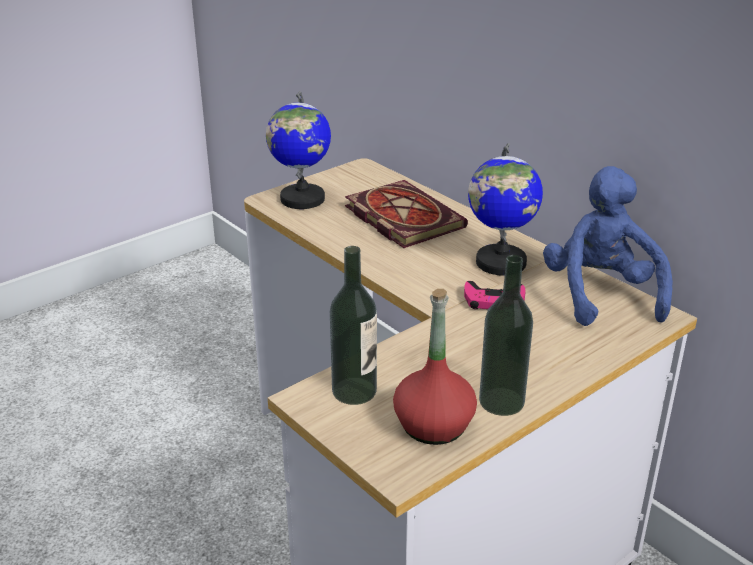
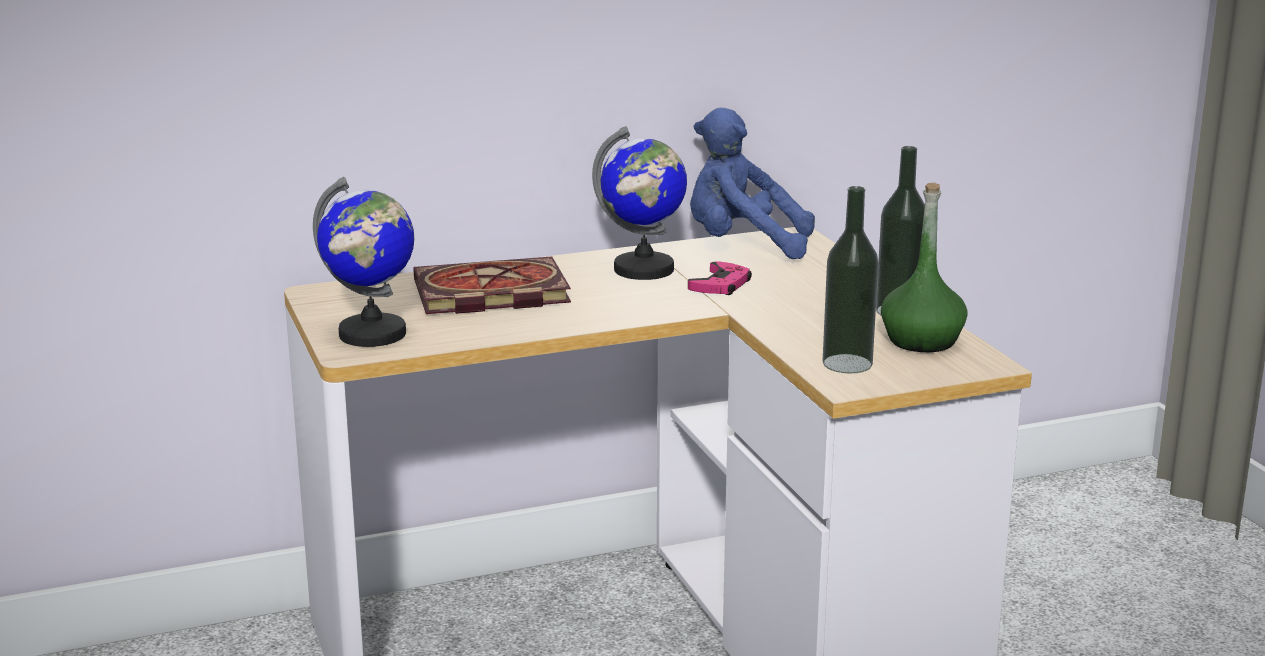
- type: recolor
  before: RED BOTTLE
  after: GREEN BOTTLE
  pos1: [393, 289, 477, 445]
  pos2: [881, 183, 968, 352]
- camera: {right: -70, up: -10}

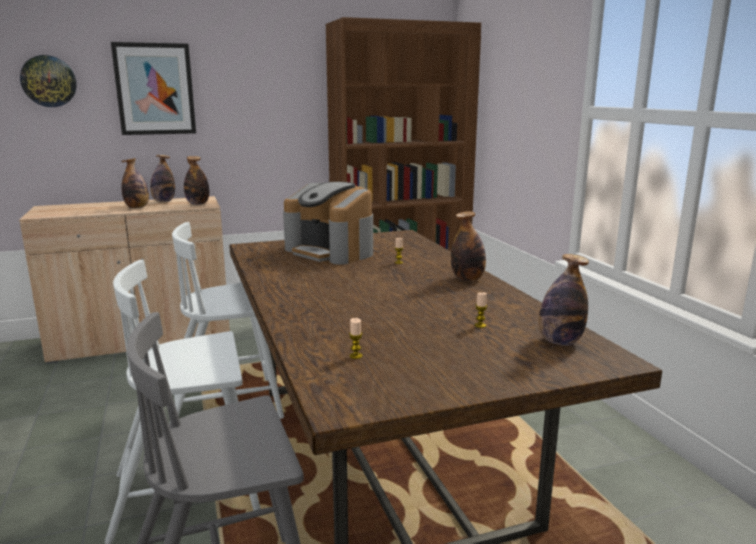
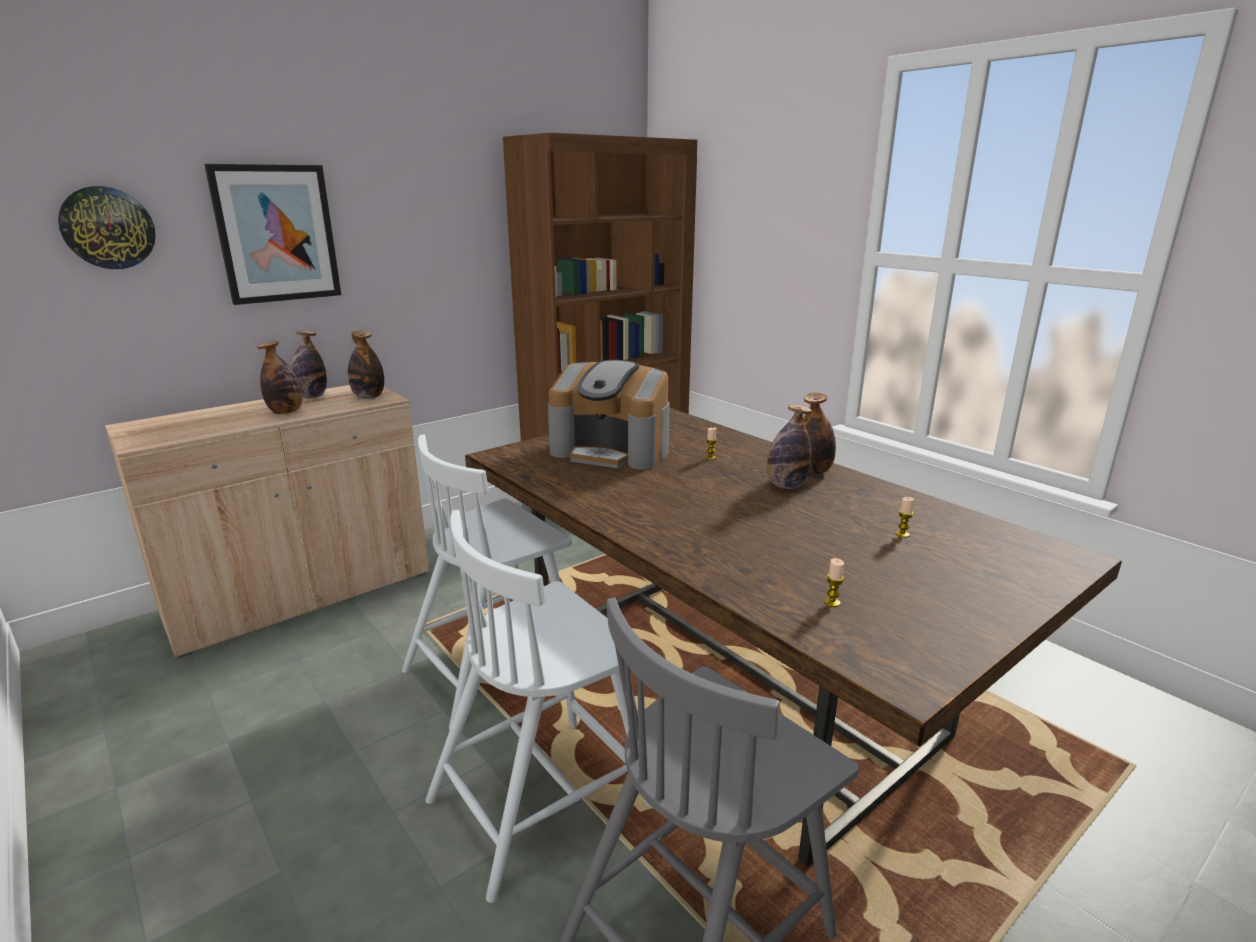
- type: move
  before: BOTTLE
  pos1: [539, 254, 589, 346]
  pos2: [766, 404, 812, 489]
- camera: {right: -20, up: 5}

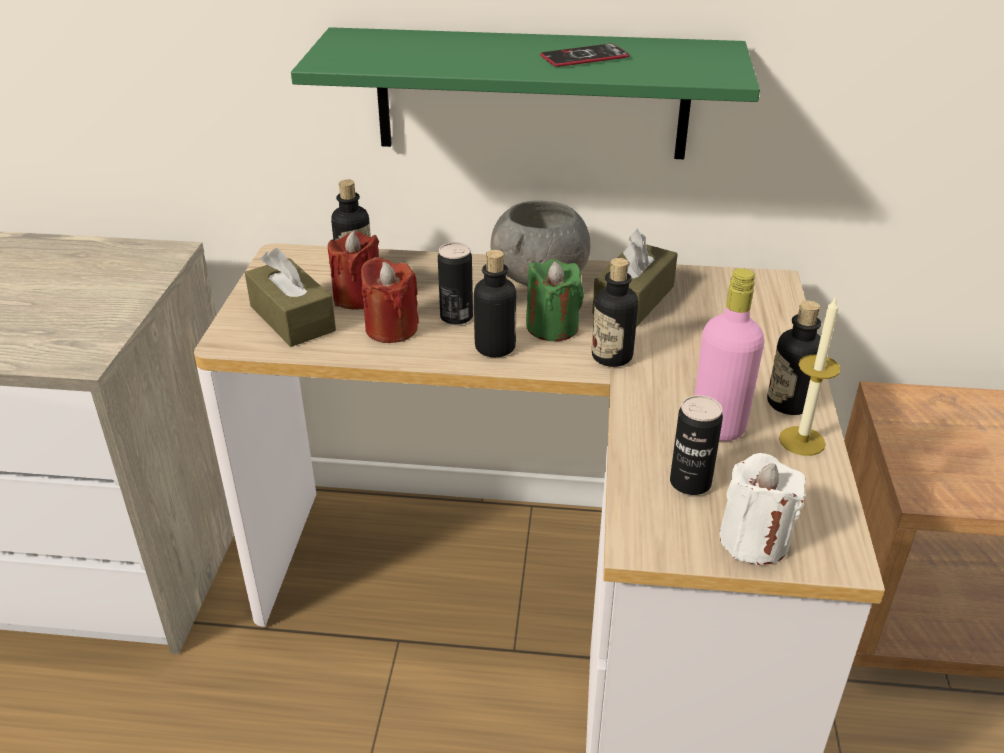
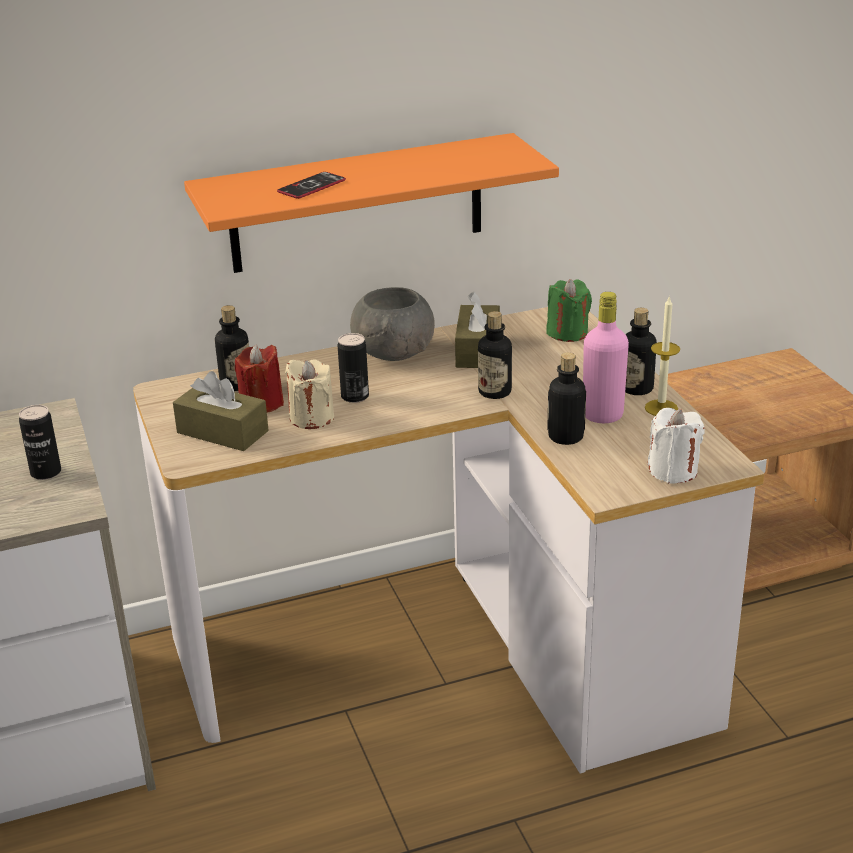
- type: recolor
  before: GREEN SHELF
  after: ORANGE SHELF
  pos1: [291, 27, 760, 159]
  pos2: [184, 133, 559, 273]
- type: recolor
  before: RED CANDLE
  after: BEIGE CANDLE
  pos1: [361, 257, 419, 343]
  pos2: [285, 359, 334, 429]
- type: move
  before: BOTTLE
  pos1: [474, 250, 516, 357]
  pos2: [547, 353, 586, 445]
- type: move
  before: GREEN CANDLE
  pos1: [526, 259, 584, 341]
  pos2: [546, 279, 592, 342]
- type: move
  before: PHONE
  pos1: [540, 44, 630, 67]
  pos2: [277, 172, 346, 199]
- type: move
  before: CAN
  pos1: [670, 395, 723, 495]
  pos2: [19, 405, 61, 480]
- camera: {right: -25, up: -5}

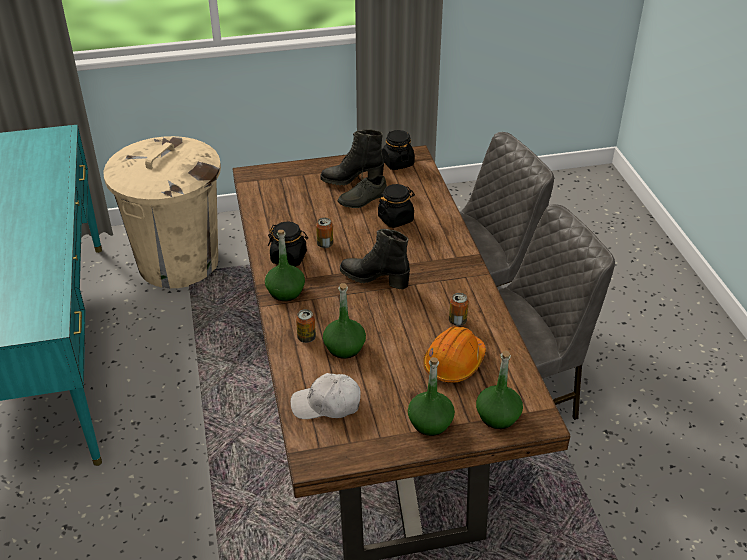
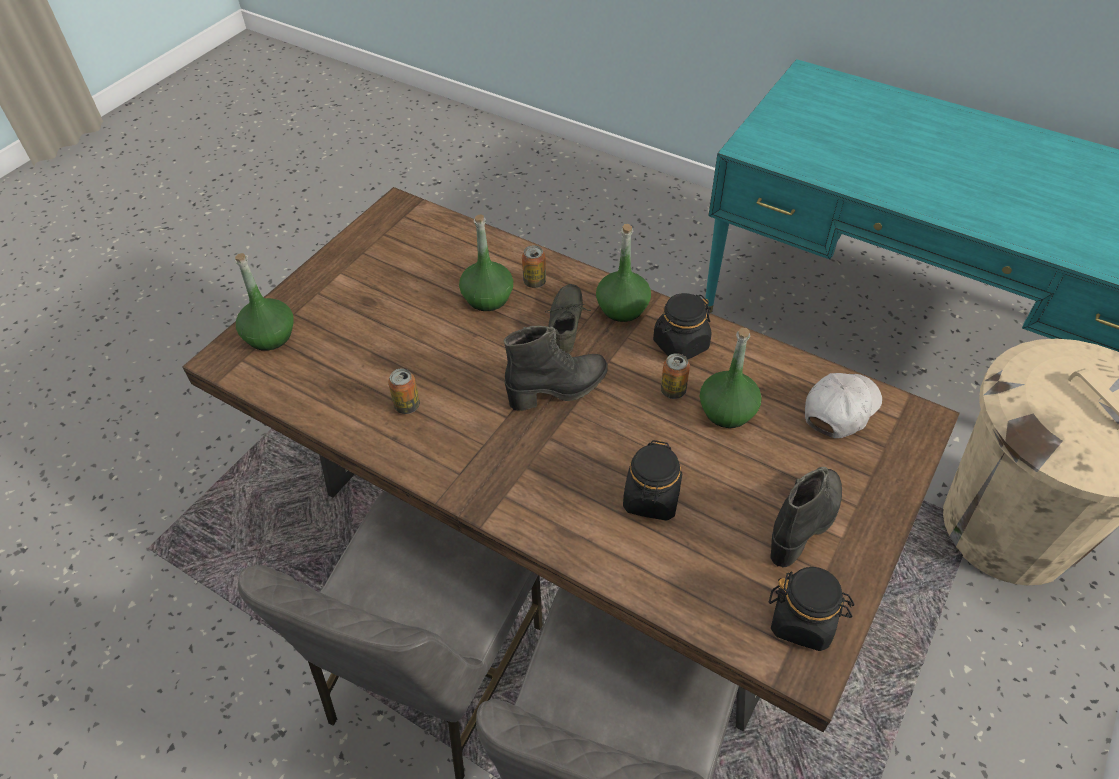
- type: move
  before: WHITE CAP
  pos1: [290, 373, 361, 419]
  pos2: [805, 373, 882, 438]
- type: move
  before: GREY SHOE
  pos1: [337, 170, 387, 208]
  pos2: [545, 284, 591, 353]
- type: move
  before: GREEN BOTTLE
  pos1: [408, 357, 455, 436]
  pos2: [700, 328, 762, 428]
- type: delete
  before: ORANGE HARD HAT
  pos1: [423, 326, 486, 383]
- camera: {right: 135, up: 10}

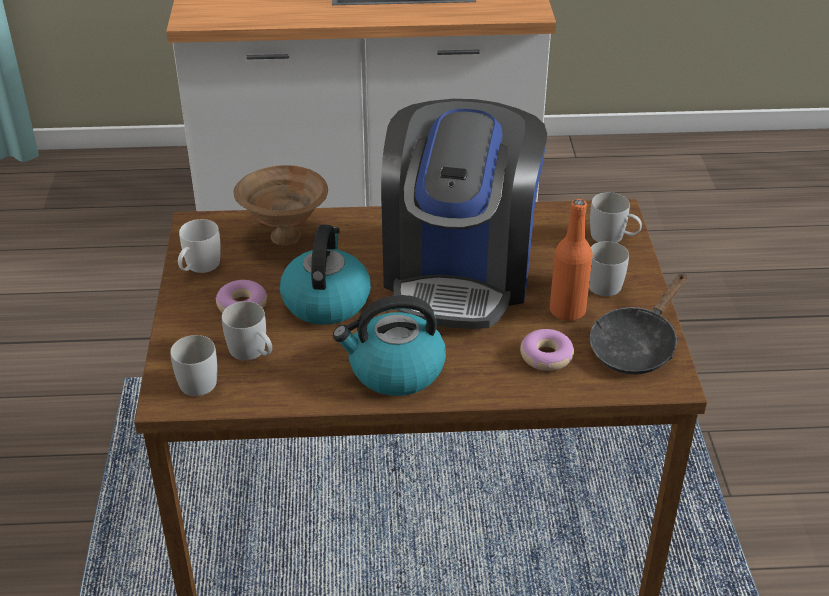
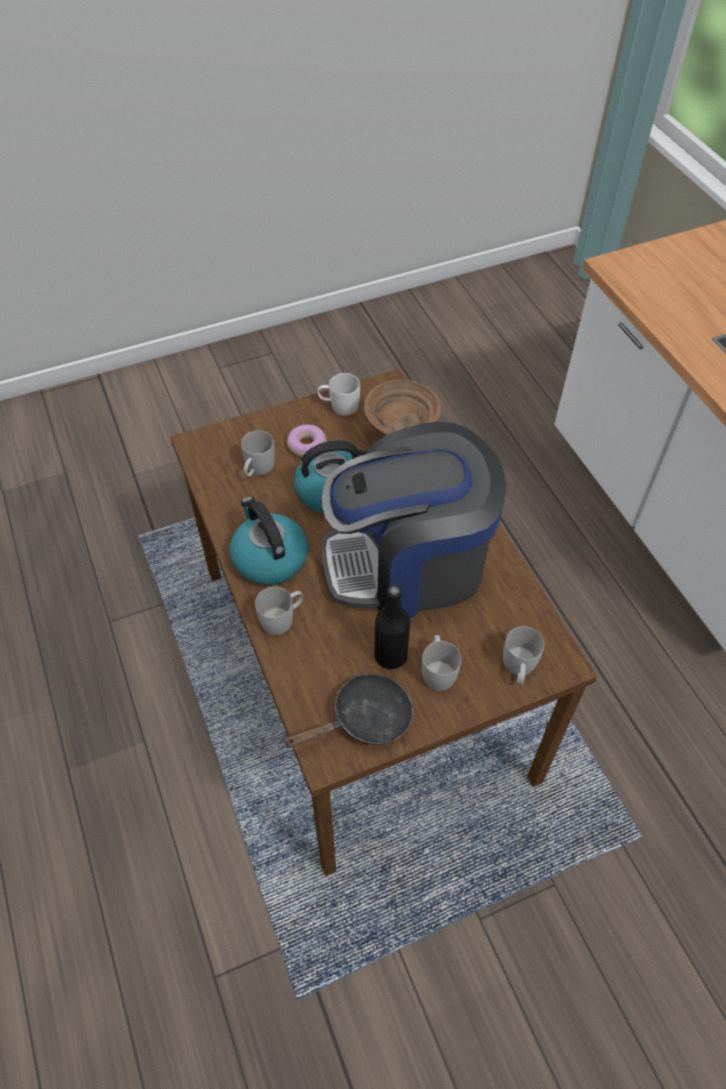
- type: move
  before: WHITE MUG
  pos1: [170, 335, 217, 396]
  pos2: [255, 587, 303, 635]
- type: delete
  before: DONUT
  pos1: [520, 329, 574, 371]
- type: recolor
  before: ORANGE BOTTLE
  after: BLACK BOTTLE
  pos1: [550, 199, 593, 321]
  pos2: [374, 585, 410, 669]
- type: rotate
  before: BLACK FRYING PAN
  pos1: [590, 273, 687, 375]
  pos2: [283, 674, 413, 748]
  turn: 135
- camera: {right: 70, up: 15}

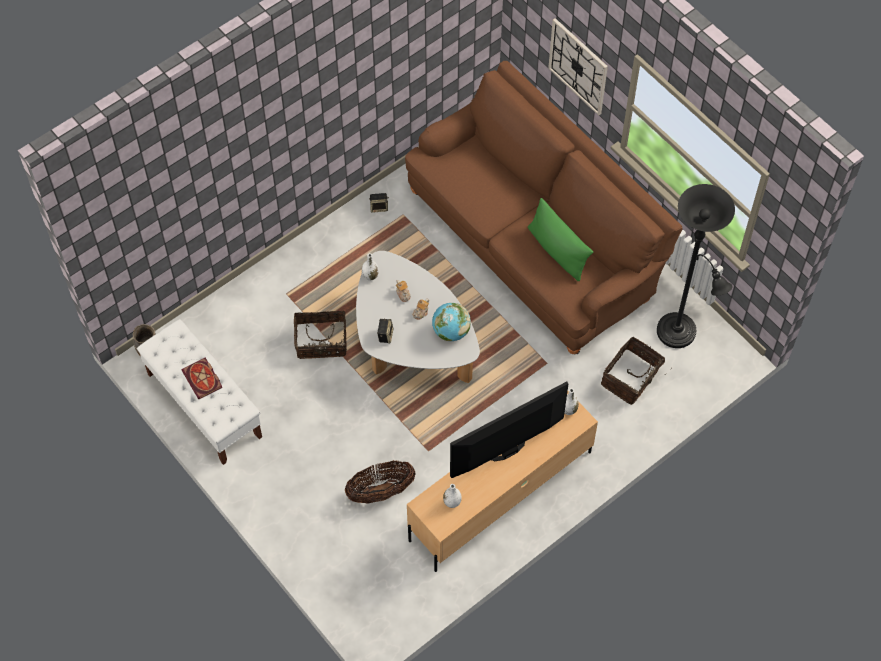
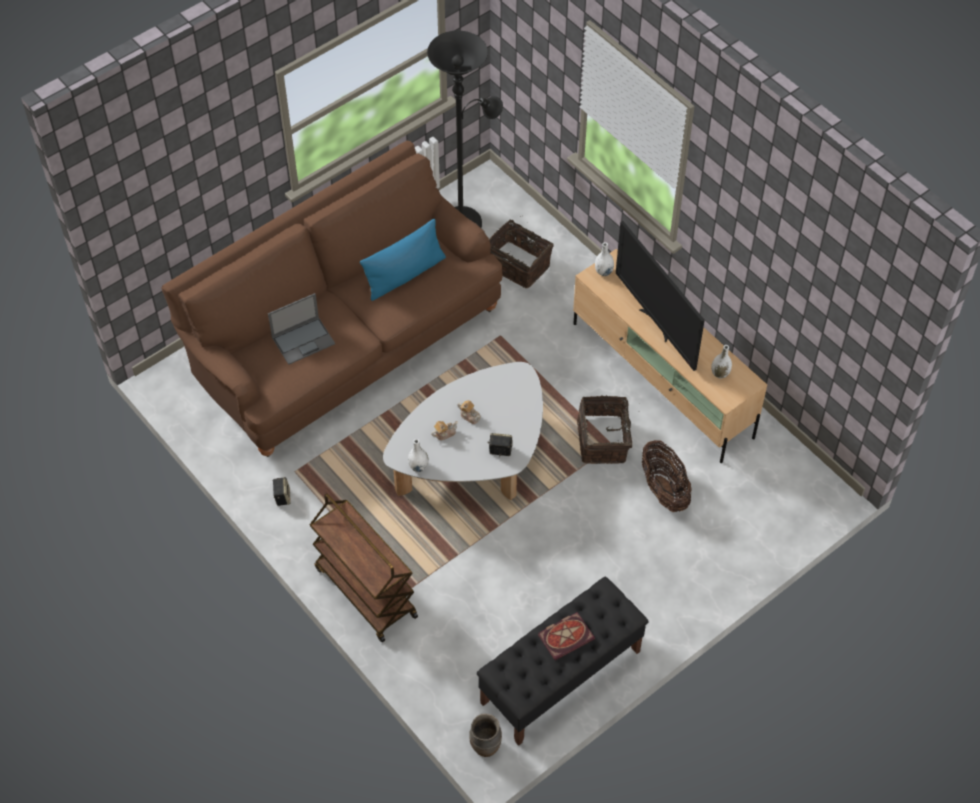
- type: recolor
  before: WHITE BENCH
  after: BLACK BENCH
  pos1: [137, 319, 262, 465]
  pos2: [476, 576, 649, 746]
- type: move
  before: BASKET
  pos1: [294, 311, 346, 359]
  pos2: [577, 395, 632, 464]
- type: delete
  before: GLOBE
  pos1: [432, 303, 471, 341]
- type: recolor
  before: GREEN PILLOW
  after: BLUE PILLOW
  pos1: [528, 198, 593, 282]
  pos2: [360, 219, 446, 301]
- type: delete
  before: WALL CLOCK
  pos1: [548, 18, 608, 116]
- type: insert
  after: LAPTOP
  pos2: [268, 293, 335, 365]
- type: insert
  after: BROWN CART
  pos2: [309, 494, 418, 642]
- camera: {right: -90, up: -5}

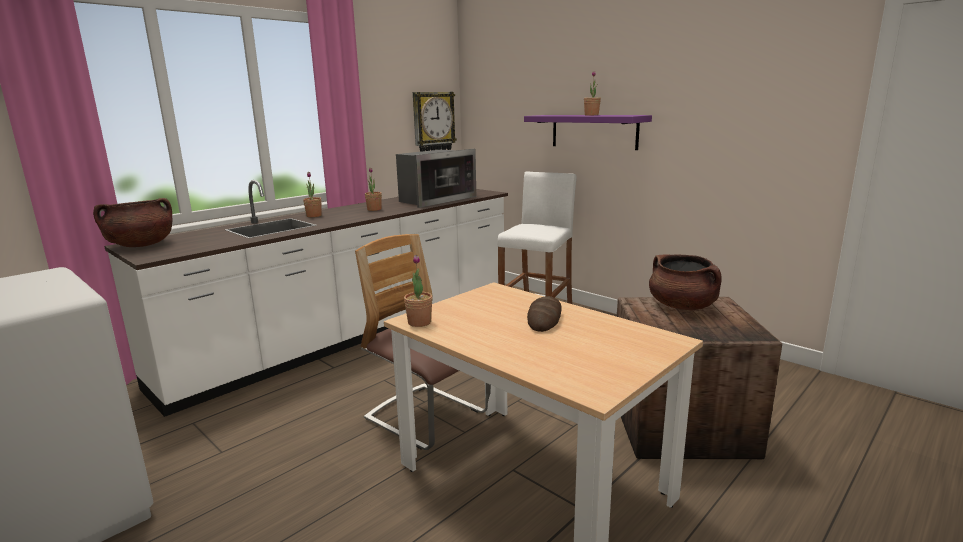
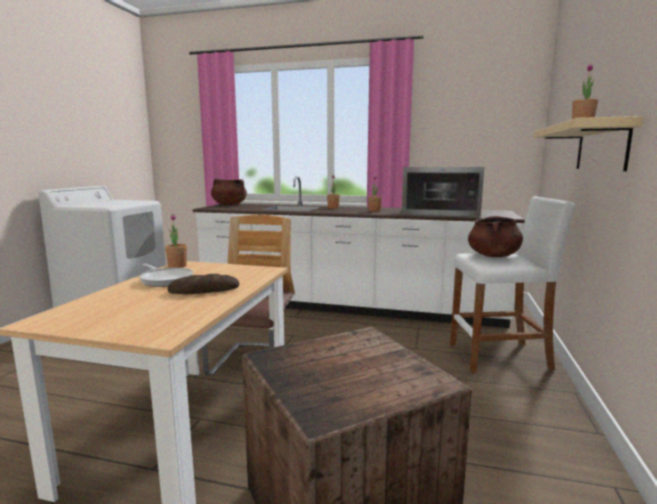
- type: delete
  before: WALL CLOCK
  pos1: [413, 92, 457, 152]
- type: recolor
  before: PURPLE SHELF
  after: BEIGE SHELF
  pos1: [524, 115, 652, 150]
  pos2: [533, 116, 643, 171]
- type: move
  before: BROWN COOKING POT
  pos1: [649, 254, 722, 310]
  pos2: [468, 216, 523, 257]
- type: insert
  after: FRYING PAN
  pos2: [140, 264, 193, 287]
- camera: {right: 60, up: -5}

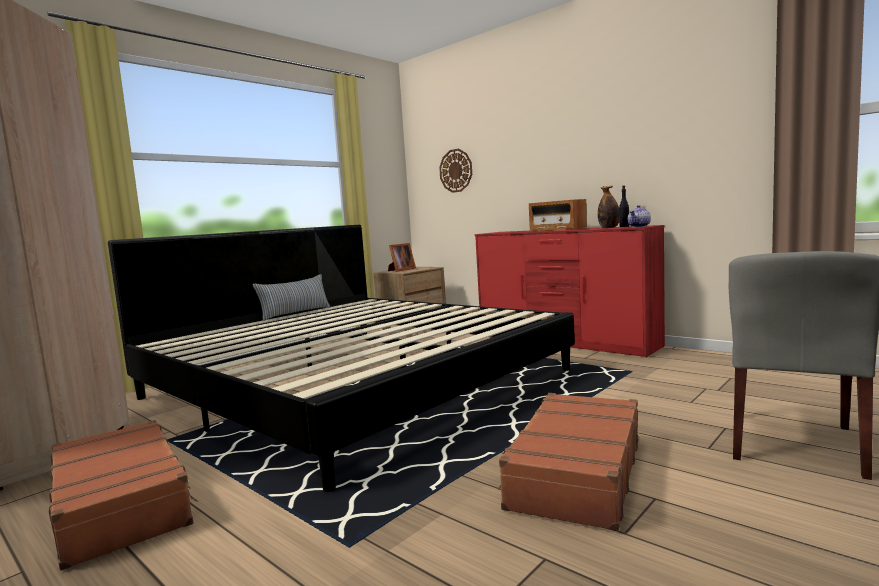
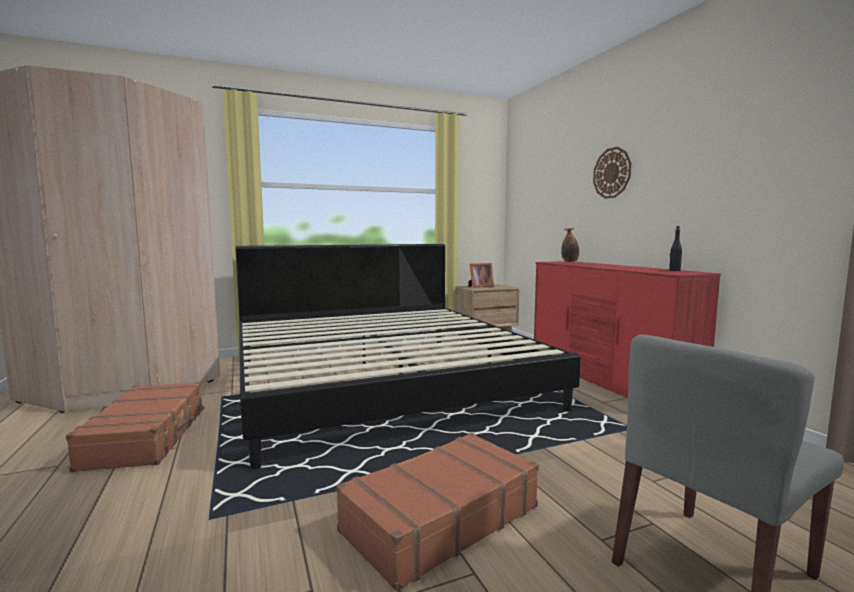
- type: delete
  before: PILLOW
  pos1: [252, 274, 331, 321]
- type: move
  before: WALL CLOCK
  pos1: [439, 149, 472, 193]
  pos2: [593, 147, 631, 199]
- type: delete
  before: RADIO
  pos1: [529, 199, 587, 231]
- type: move
  before: BOTTLE
  pos1: [598, 186, 620, 228]
  pos2: [561, 228, 579, 262]
- type: delete
  before: TEAPOT
  pos1: [628, 205, 651, 227]
- camera: {right: 25, up: 0}

